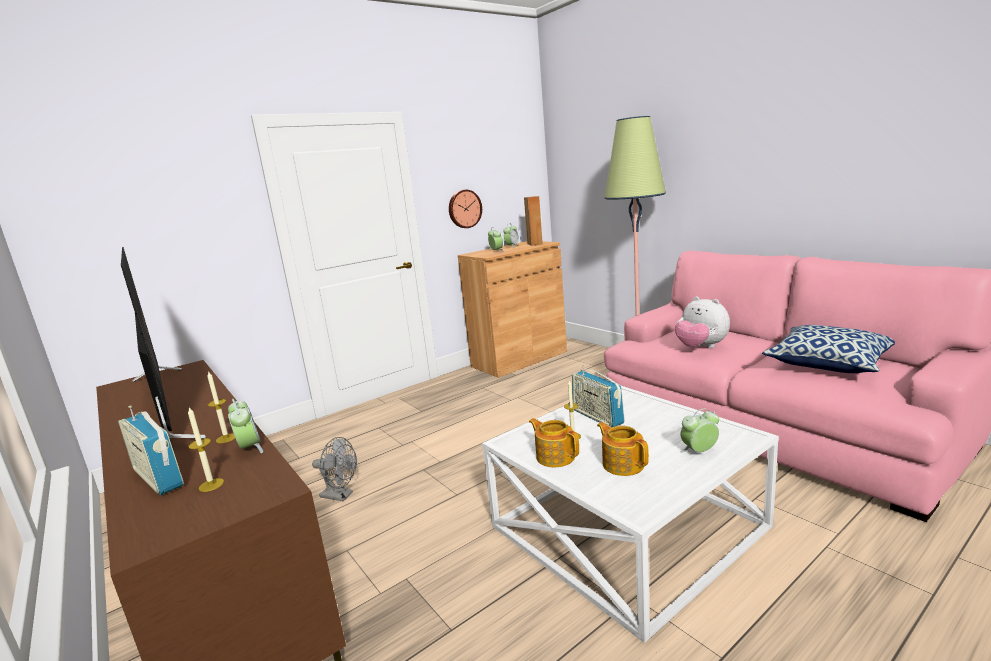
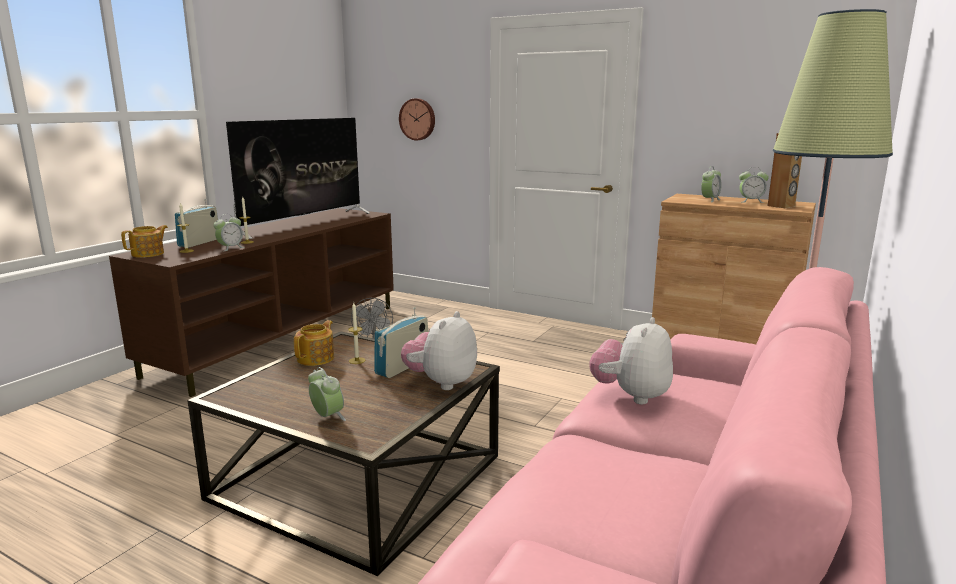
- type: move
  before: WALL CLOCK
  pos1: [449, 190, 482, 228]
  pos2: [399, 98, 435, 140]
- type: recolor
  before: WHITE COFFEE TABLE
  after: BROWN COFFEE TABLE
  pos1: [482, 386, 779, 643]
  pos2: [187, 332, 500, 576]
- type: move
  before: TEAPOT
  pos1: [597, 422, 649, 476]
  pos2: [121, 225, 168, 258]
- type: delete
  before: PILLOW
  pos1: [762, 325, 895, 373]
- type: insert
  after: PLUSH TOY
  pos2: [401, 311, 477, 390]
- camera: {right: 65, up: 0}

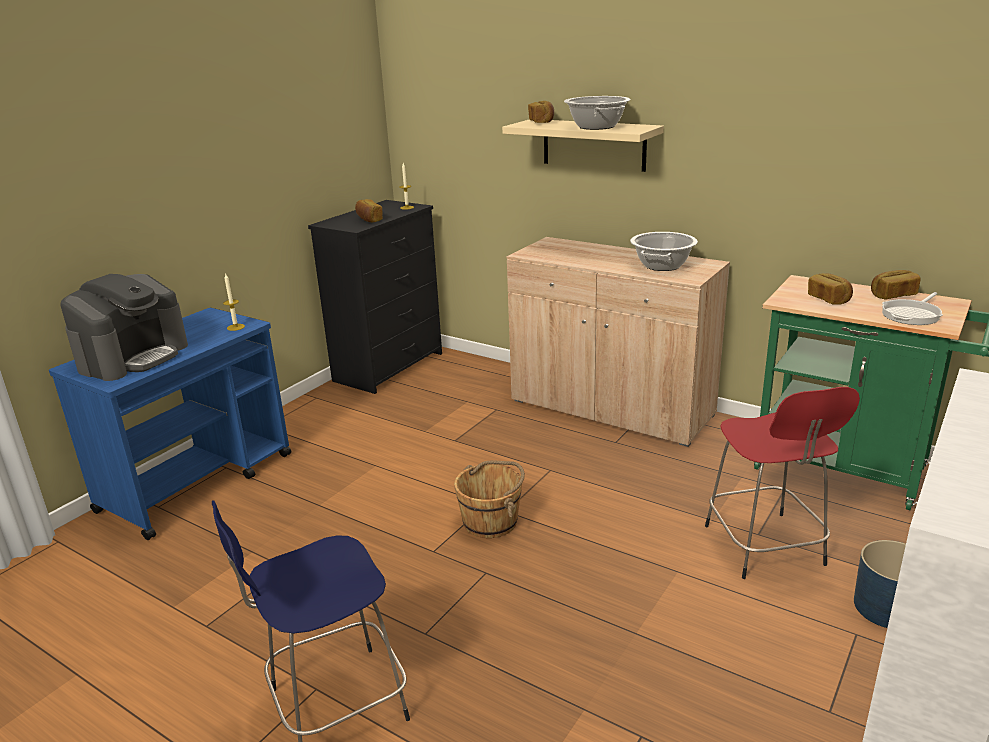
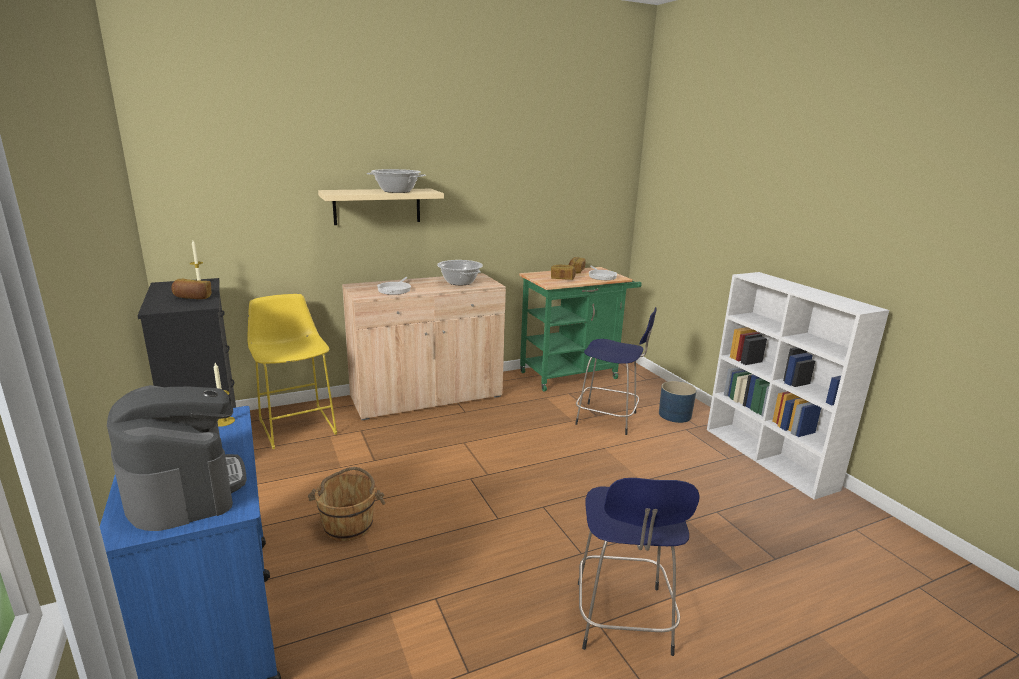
- type: move
  before: BROWN BUCKET
  pos1: [454, 461, 525, 538]
  pos2: [308, 467, 385, 541]
- type: delete
  before: BREAD
  pos1: [528, 101, 554, 123]
- type: recolor
  before: RED STOOL
  after: BLUE STOOL
  pos1: [705, 387, 860, 579]
  pos2: [575, 307, 656, 435]
- type: insert
  after: YELLOW STOOL
  pos2: [247, 294, 337, 449]
- type: insert
  after: FRYING PAN
  pos2: [377, 277, 411, 295]
- camera: {right: -60, up: -5}

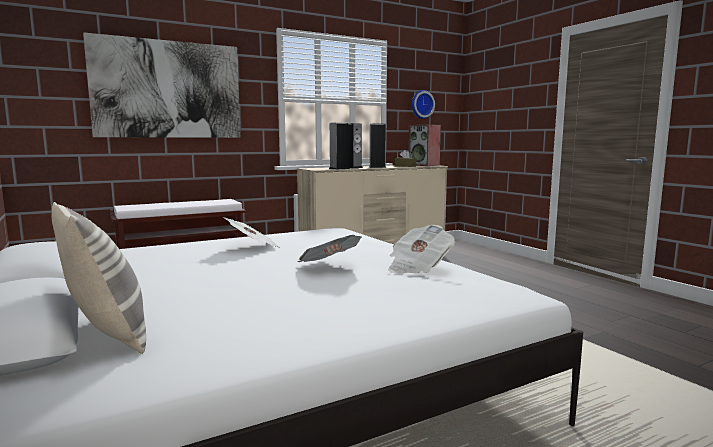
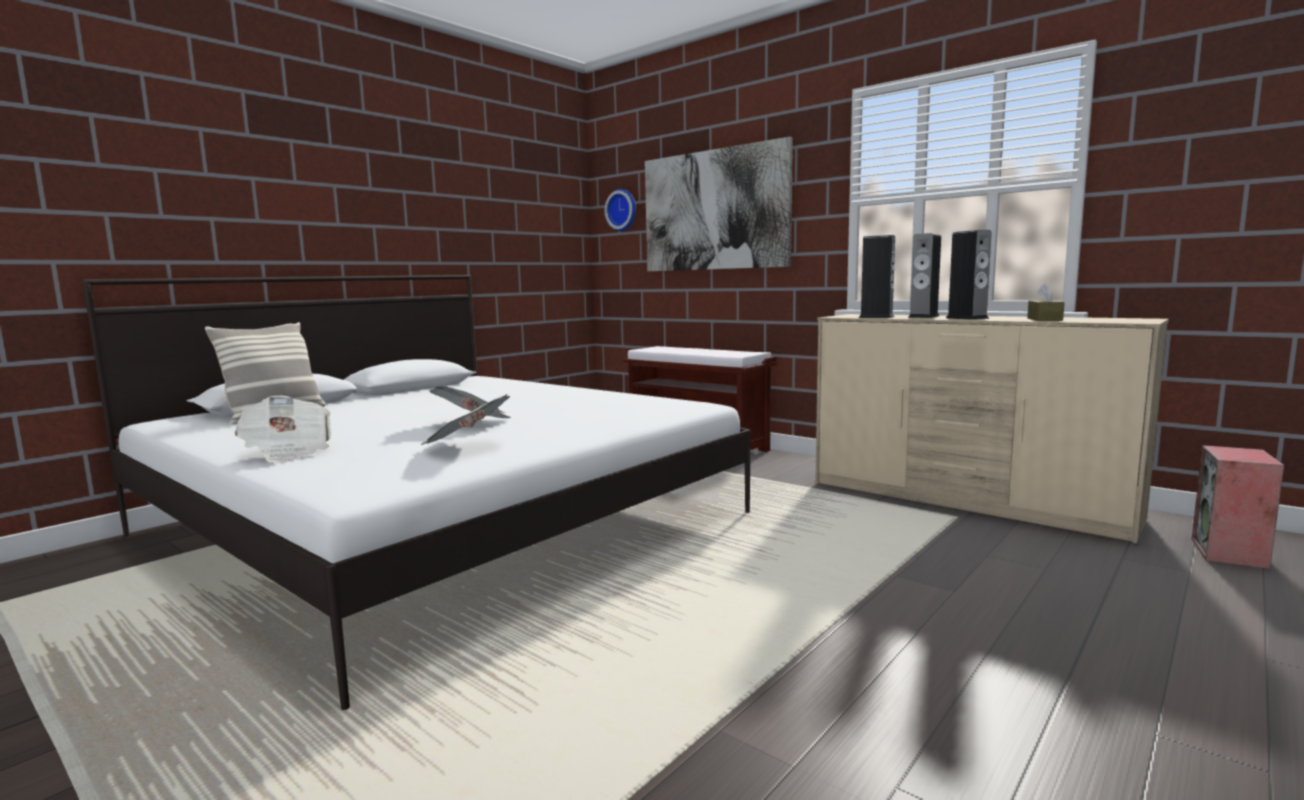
- type: move
  before: NEWSPAPER
  pos1: [223, 217, 282, 248]
  pos2: [235, 396, 331, 463]
- type: move
  before: SPEAKER
  pos1: [408, 124, 441, 166]
  pos2: [1192, 445, 1284, 569]
- type: move
  before: WALL CLOCK
  pos1: [412, 90, 435, 119]
  pos2: [605, 189, 636, 231]
- camera: {right: 70, up: 0}

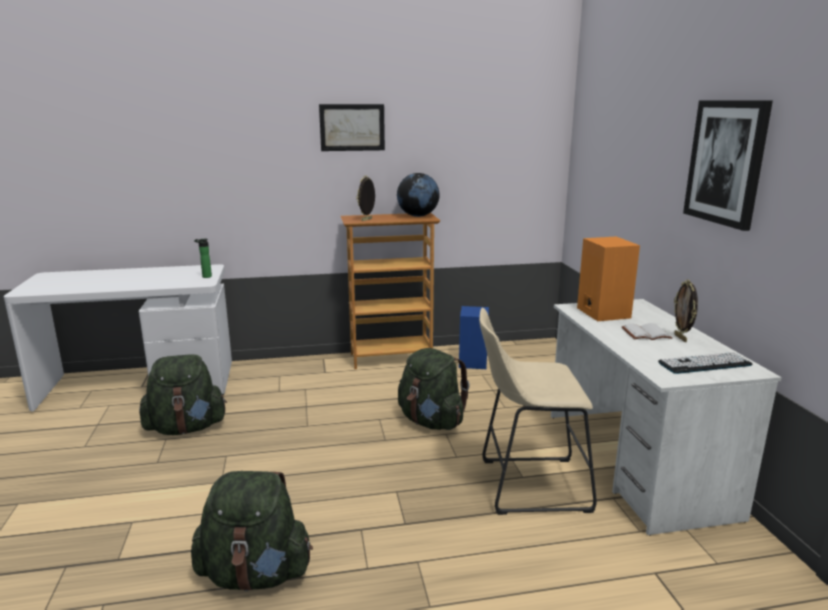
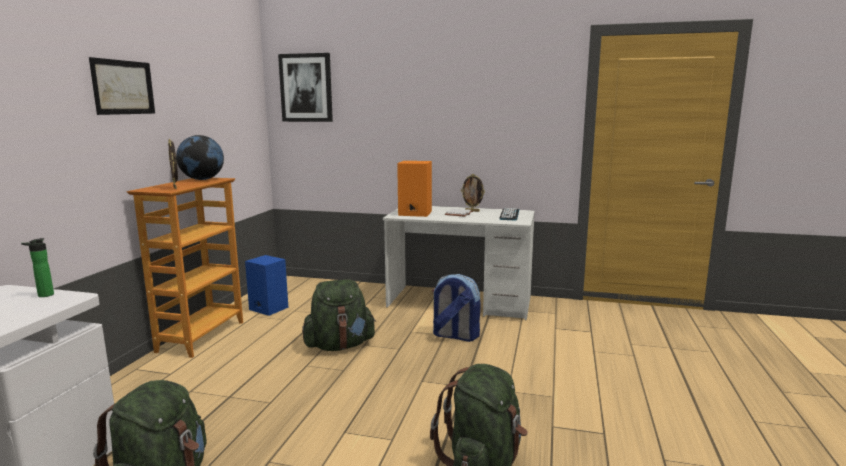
- type: replace
  before: BEIGE STOOL
  after: BACKPACK
  pos1: [479, 308, 597, 515]
  pos2: [432, 274, 480, 342]
- type: move
  before: PICTURE
  pos1: [683, 100, 773, 231]
  pos2: [278, 53, 333, 122]
- camera: {right: -65, up: -5}

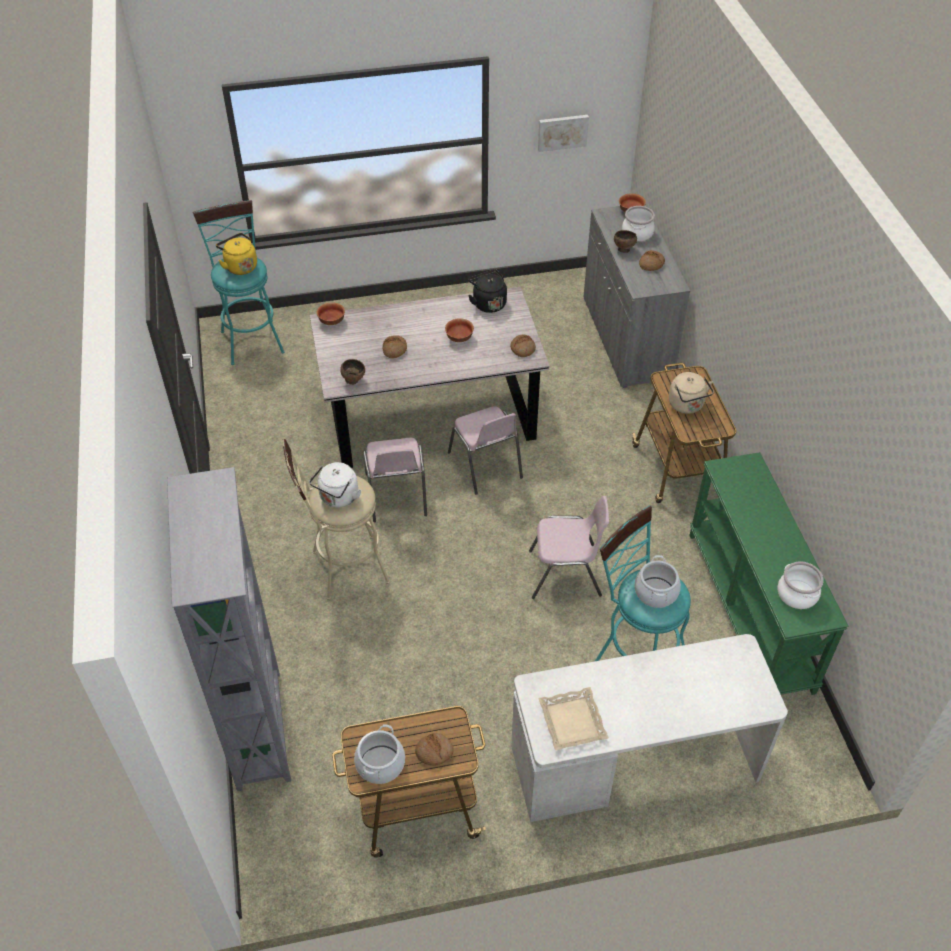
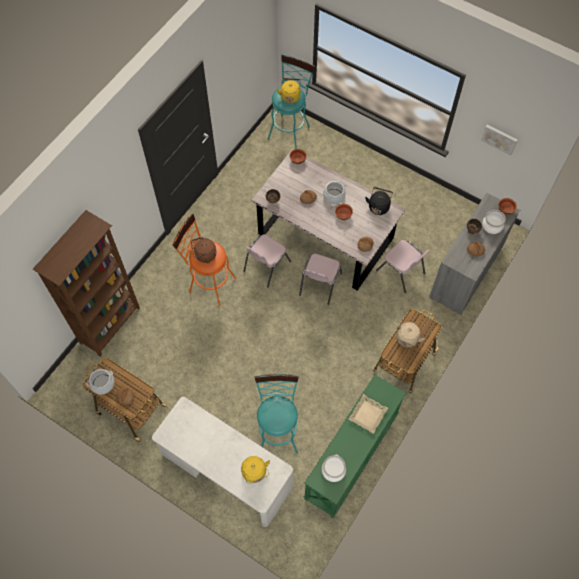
- type: recolor
  before: GREY BOOKCASE
  after: BROWN BOOKCASE
  pos1: [167, 467, 291, 791]
  pos2: [33, 210, 140, 357]
- type: recolor
  before: BEIGE STOOL
  after: ORANGE STOOL
  pos1: [283, 439, 390, 600]
  pos2: [172, 213, 236, 306]
- type: recolor
  before: WHITE KETTLE
  after: BROWN KETTLE
  pos1: [309, 462, 361, 508]
  pos2: [191, 237, 217, 263]
- type: move
  before: PINK CHAIR
  pos1: [529, 496, 609, 599]
  pos2: [376, 240, 429, 293]
- type: move
  before: BEIGE TRAY
  pos1: [538, 687, 609, 750]
  pos2: [348, 394, 388, 434]
- type: move
  before: COOKING POT
  pos1: [634, 555, 681, 608]
  pos2: [323, 181, 346, 204]
- type: insert
  after: YELLOW KETTLE
  pos2: [241, 456, 270, 484]
- camera: {right: 45, up: 15}

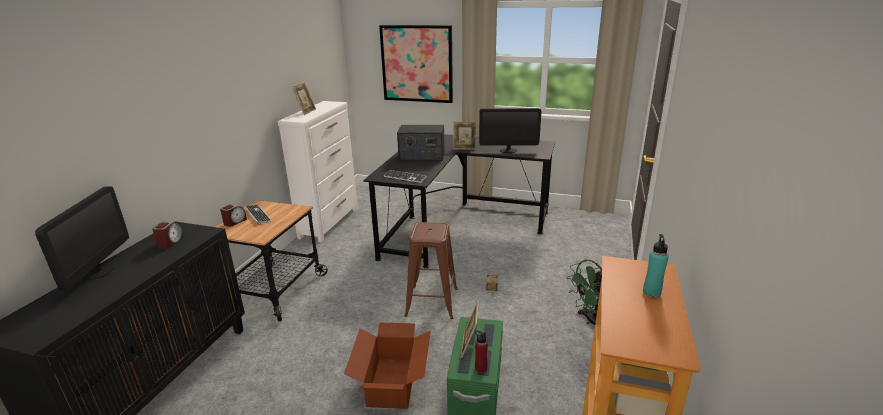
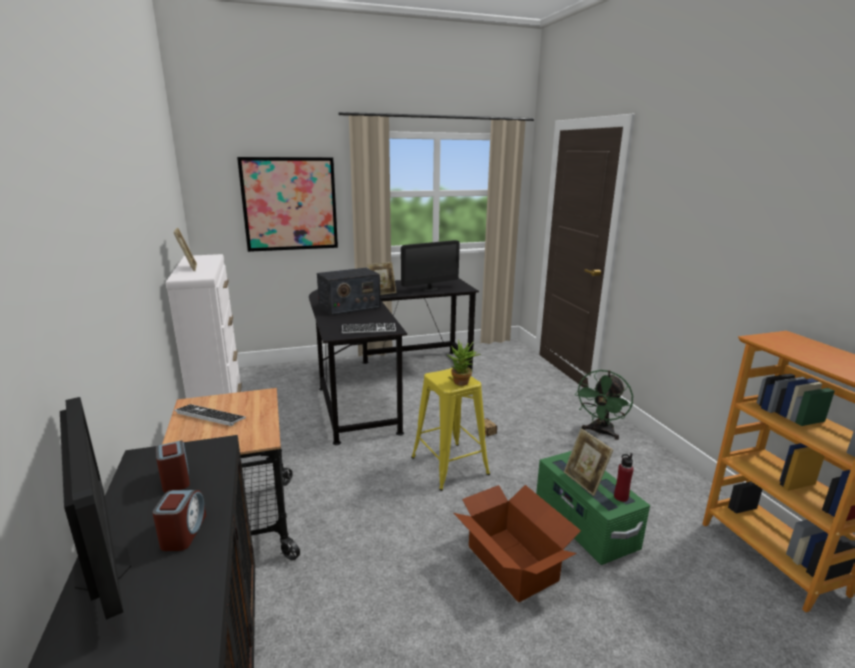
- type: move
  before: ALARM CLOCK
  pos1: [220, 204, 247, 227]
  pos2: [152, 490, 206, 551]
- type: recolor
  before: BROWN STOOL
  after: YELLOW STOOL
  pos1: [405, 222, 458, 319]
  pos2: [411, 368, 490, 491]
- type: delete
  before: TURQUOISE BOTTLE
  pos1: [643, 234, 669, 298]
- type: insert
  after: POTTED PLANT
  pos2: [447, 340, 481, 386]
- camera: {right: -35, up: -5}

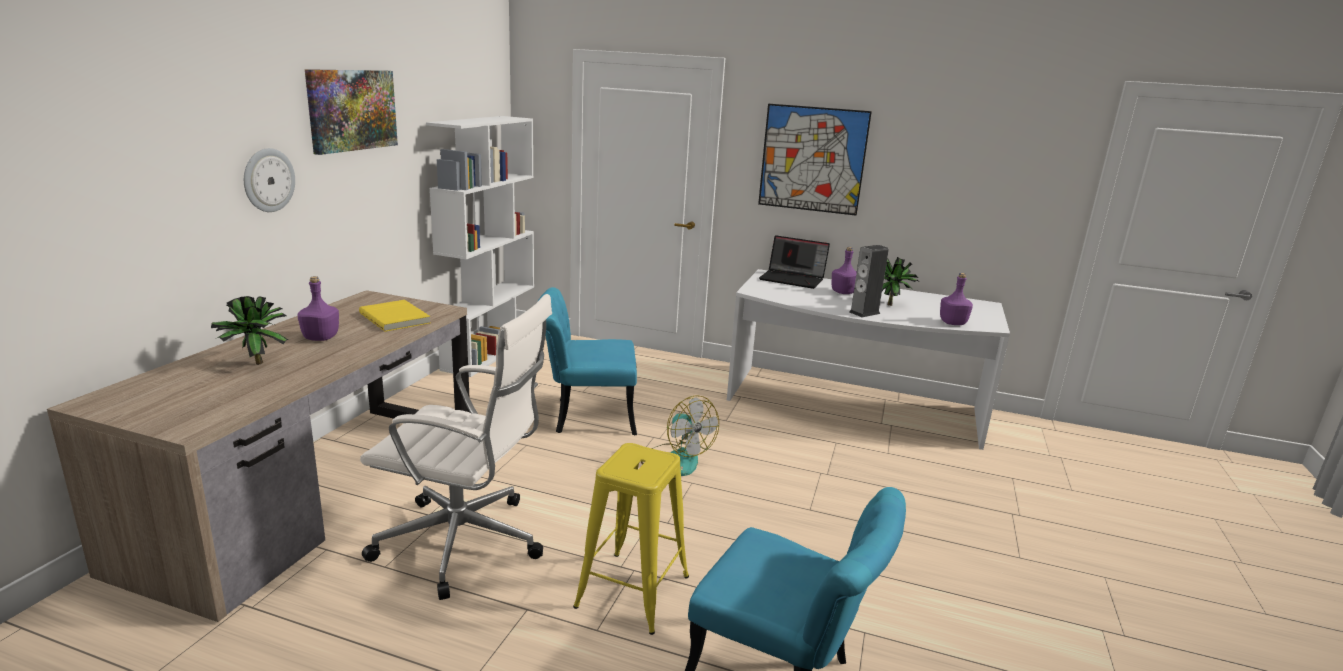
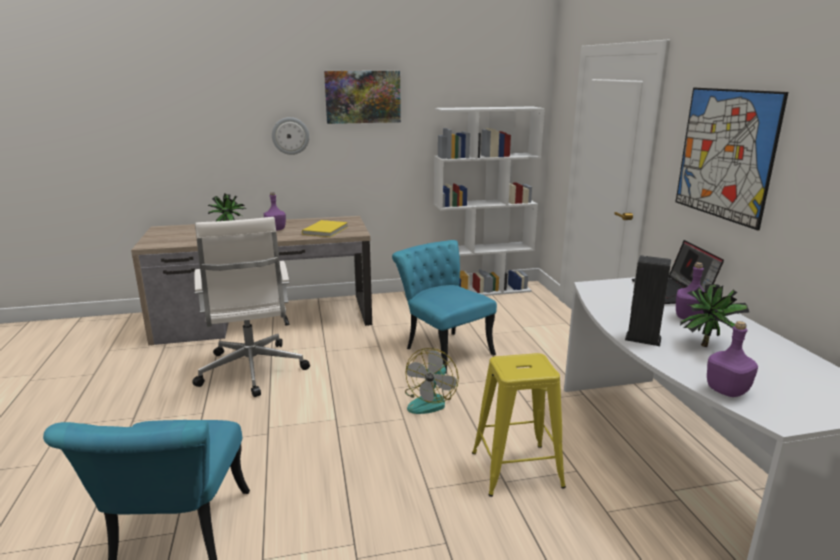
- type: move
  before: YELLOW STOOL
  pos1: [573, 443, 689, 635]
  pos2: [472, 353, 566, 497]
- camera: {right: 60, up: 0}

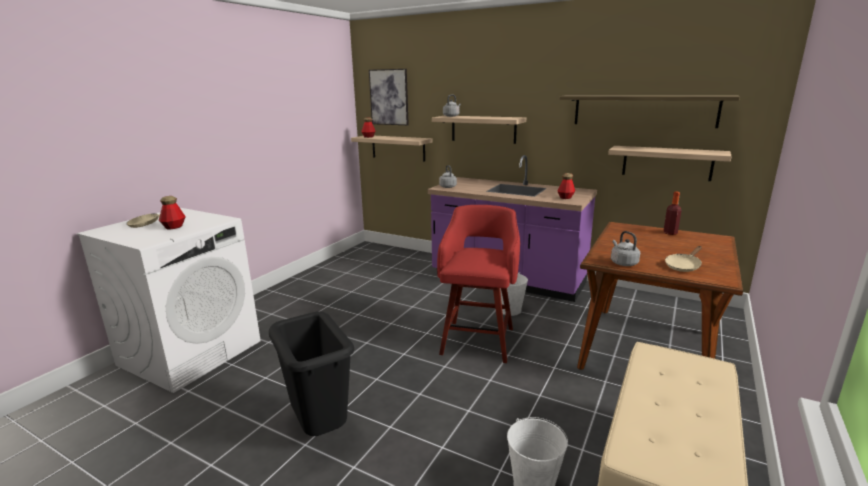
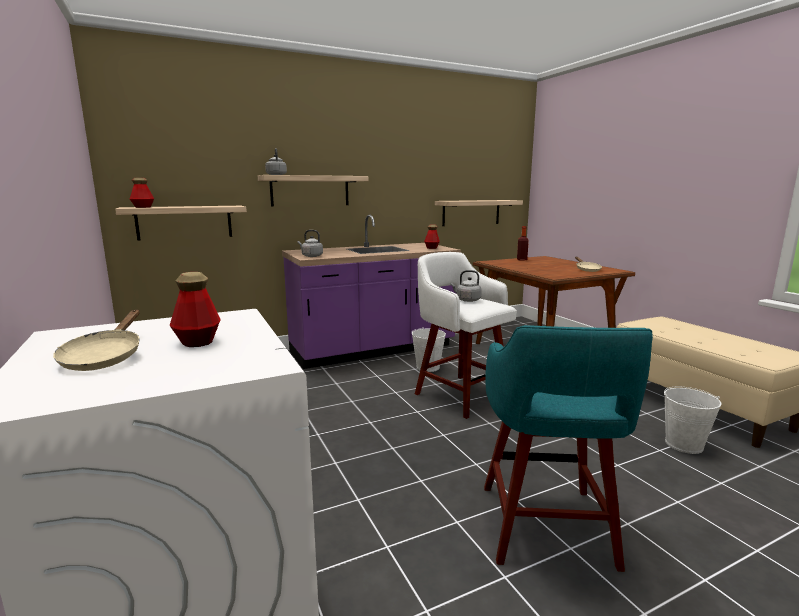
- type: replace
  before: BLACK TRASH CAN
  after: TURQUOISE STOOL
  pos1: [269, 311, 354, 436]
  pos2: [484, 325, 653, 572]
- type: delete
  before: PICTURE
  pos1: [369, 69, 409, 125]
- type: recolor
  before: RED STOOL
  after: WHITE STOOL
  pos1: [437, 205, 520, 363]
  pos2: [415, 252, 517, 419]
- type: delete
  before: SHELF
  pos1: [560, 95, 740, 128]
- type: move
  before: GREY KETTLE
  pos1: [611, 231, 640, 266]
  pos2: [451, 270, 482, 302]
- camera: {right: -55, up: -5}

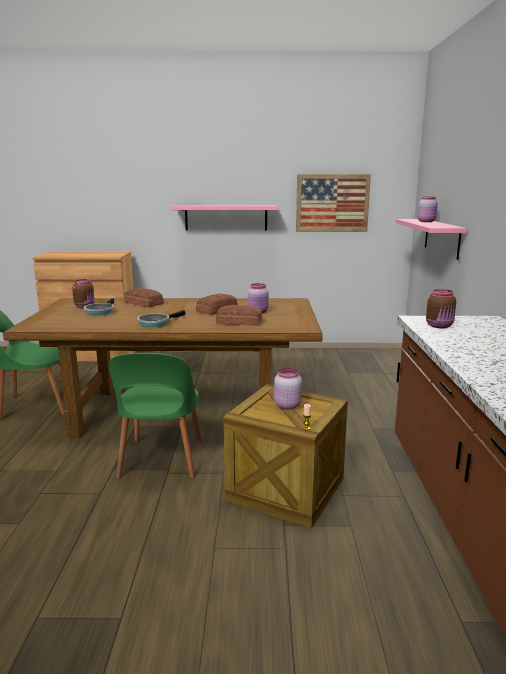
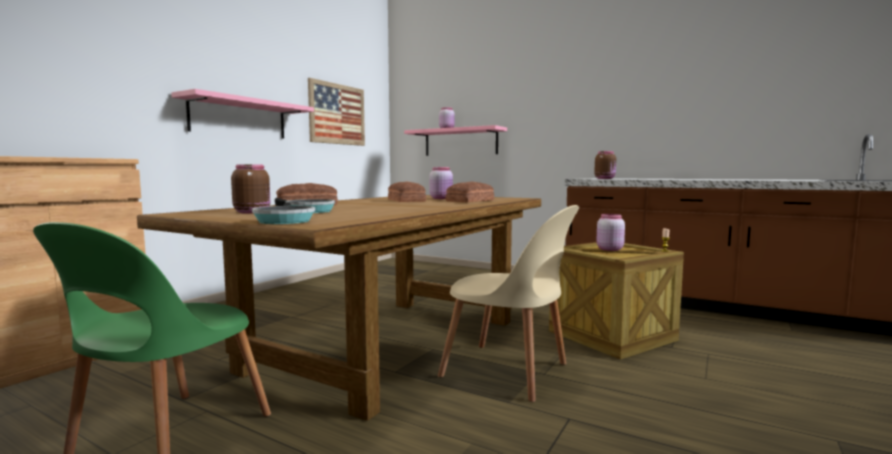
- type: recolor
  before: GREEN CHAIR
  after: BEIGE CHAIR
  pos1: [109, 353, 202, 478]
  pos2: [438, 205, 579, 402]
- type: move
  before: FRYING PAN
  pos1: [137, 310, 185, 328]
  pos2: [252, 203, 315, 224]
- camera: {right: -60, up: -10}

